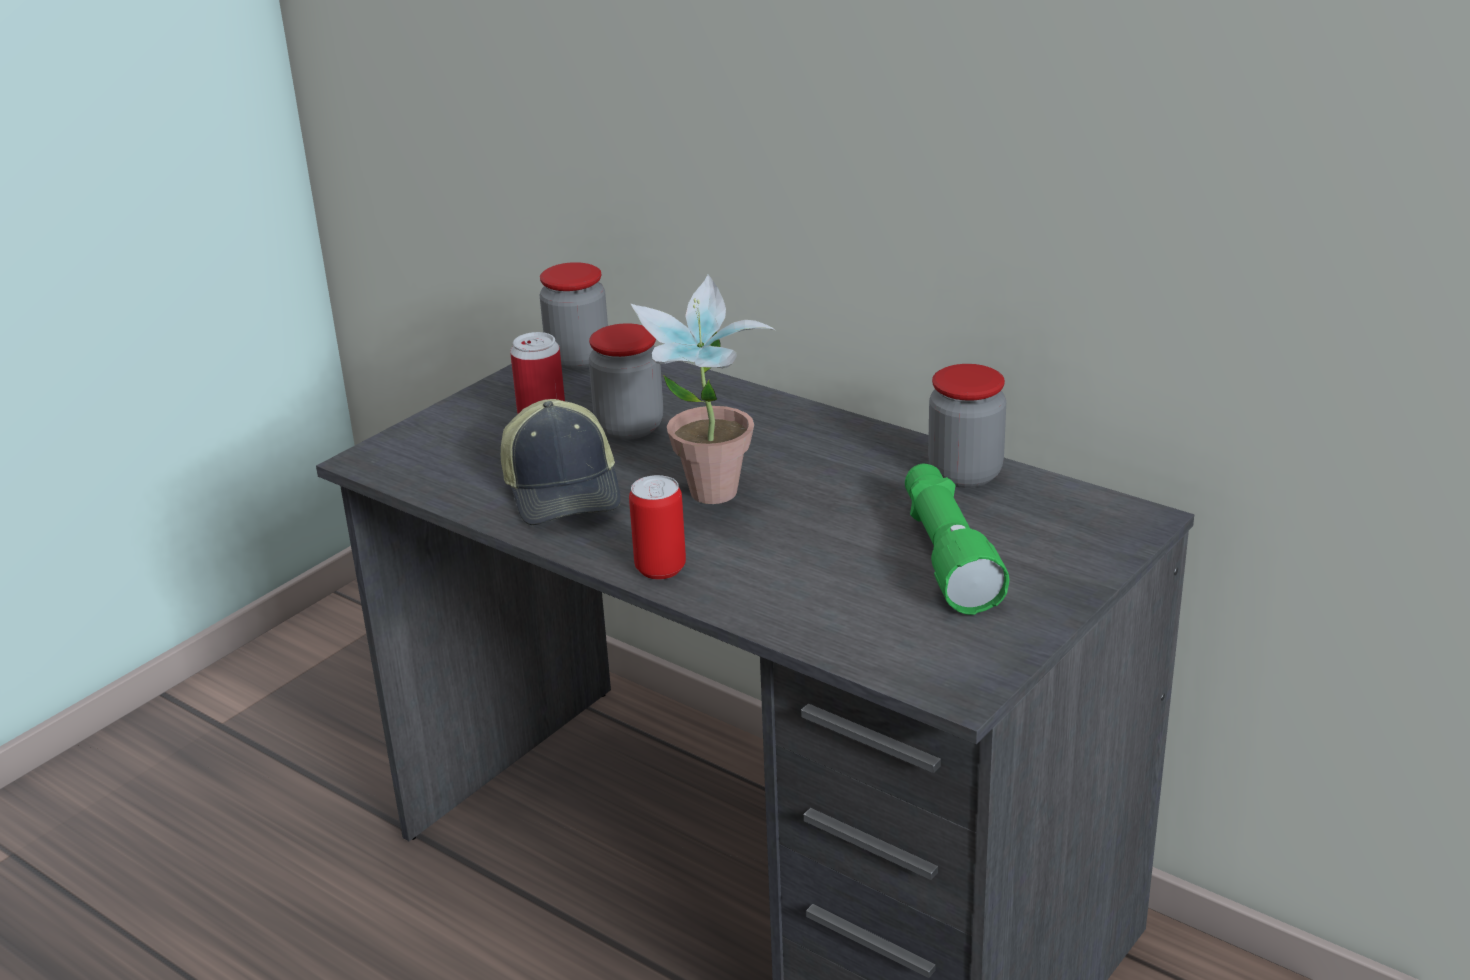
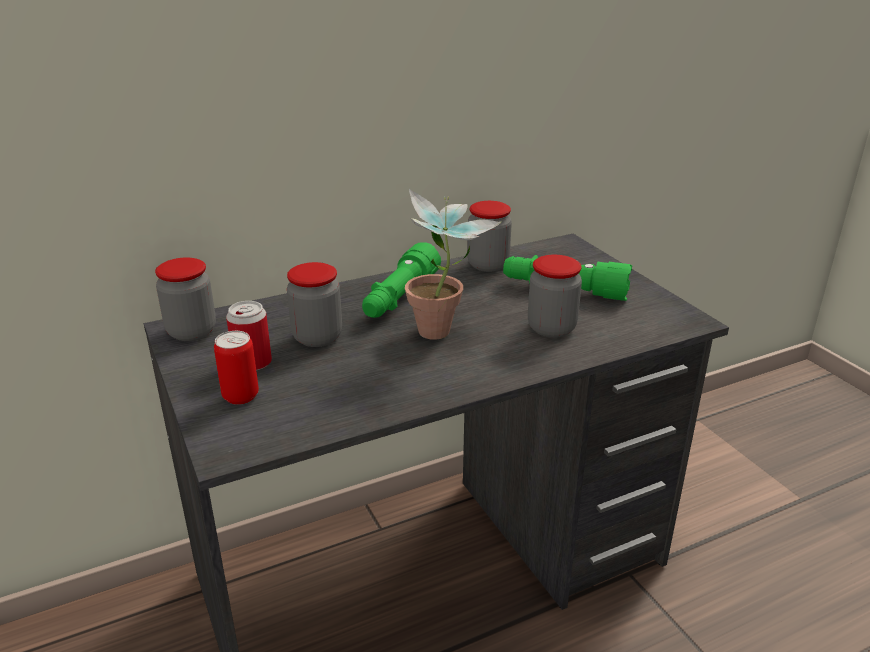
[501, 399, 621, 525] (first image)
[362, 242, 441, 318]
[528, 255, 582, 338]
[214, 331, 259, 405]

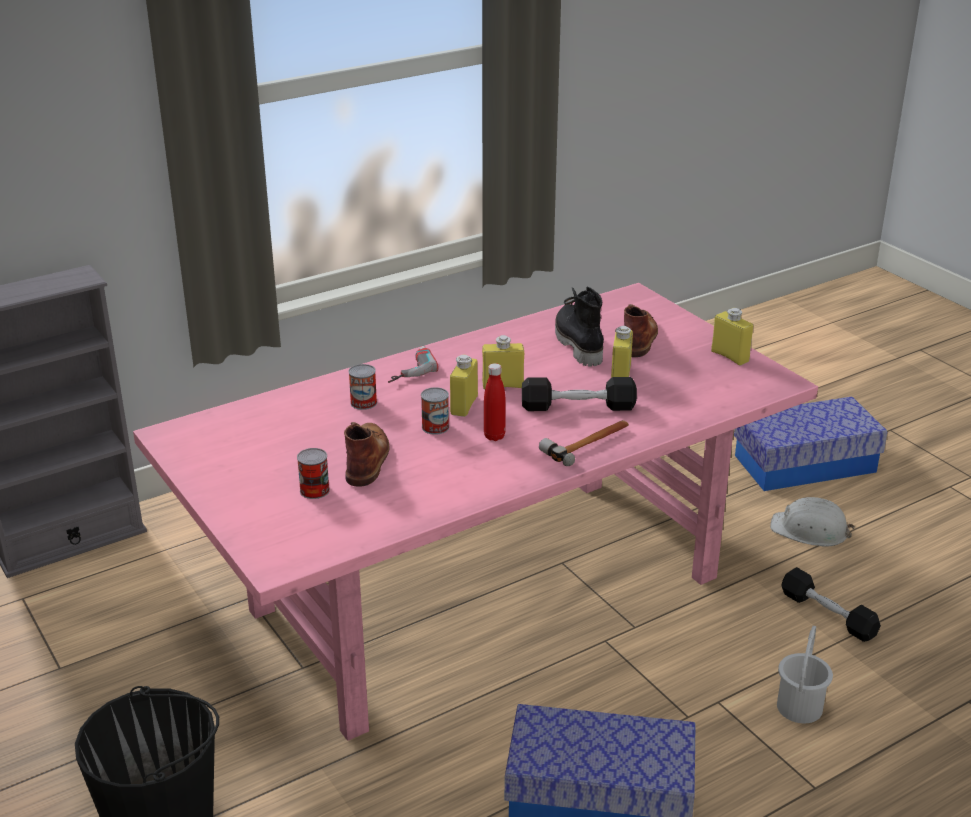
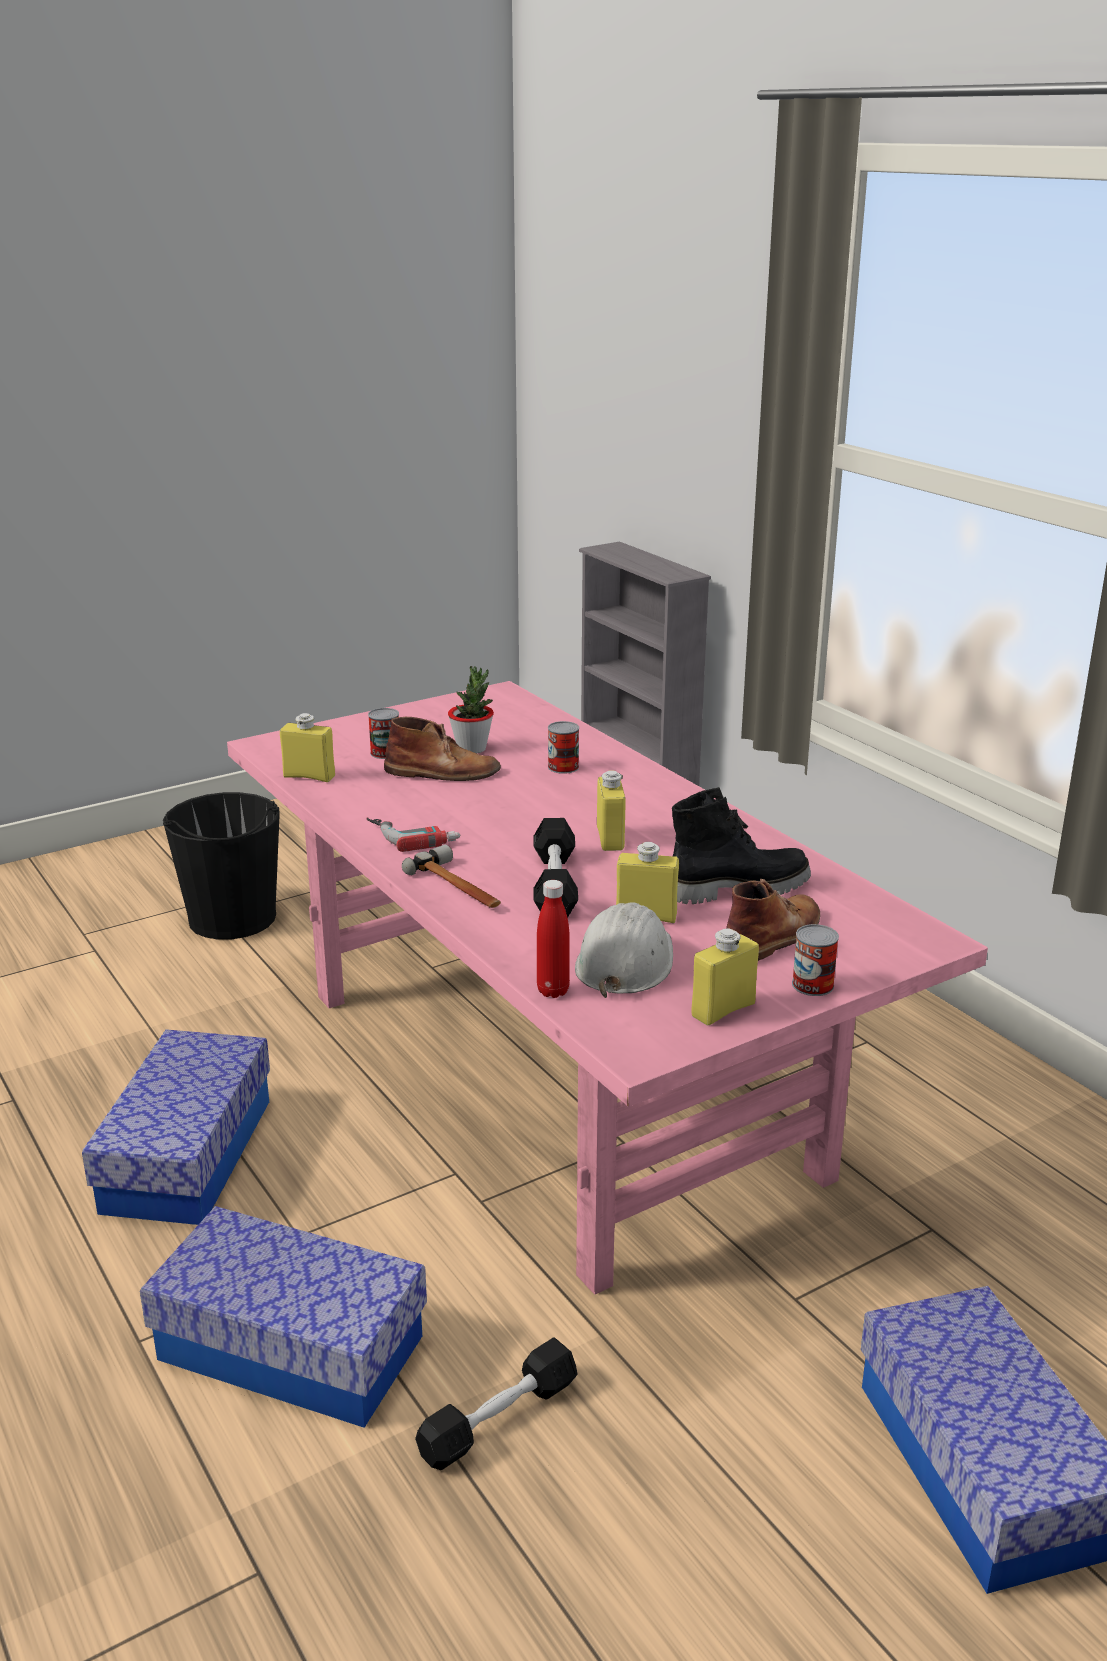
[448, 666, 494, 753]
[366, 817, 461, 852]
[792, 924, 839, 996]
[280, 713, 335, 782]
[537, 880, 570, 998]
[575, 902, 673, 998]
[140, 1206, 427, 1428]
[726, 879, 820, 961]

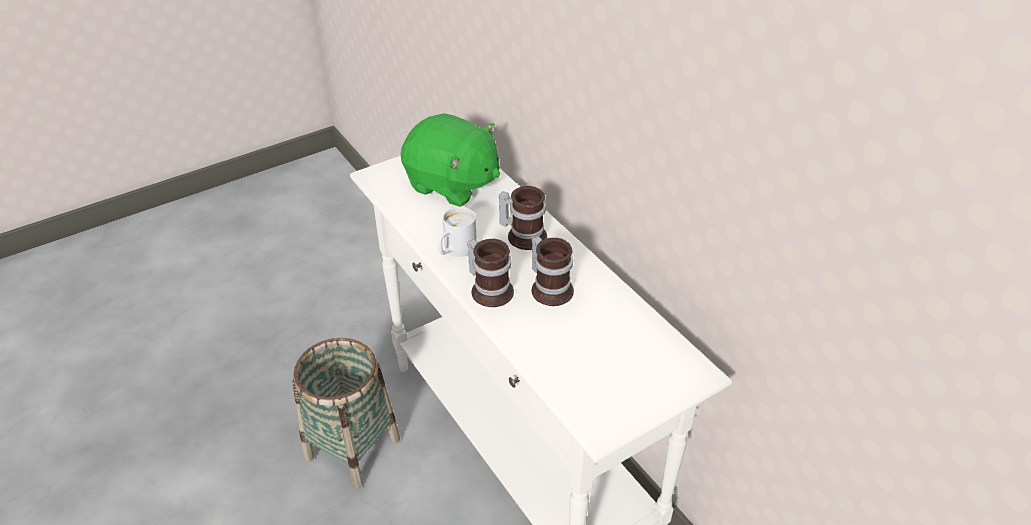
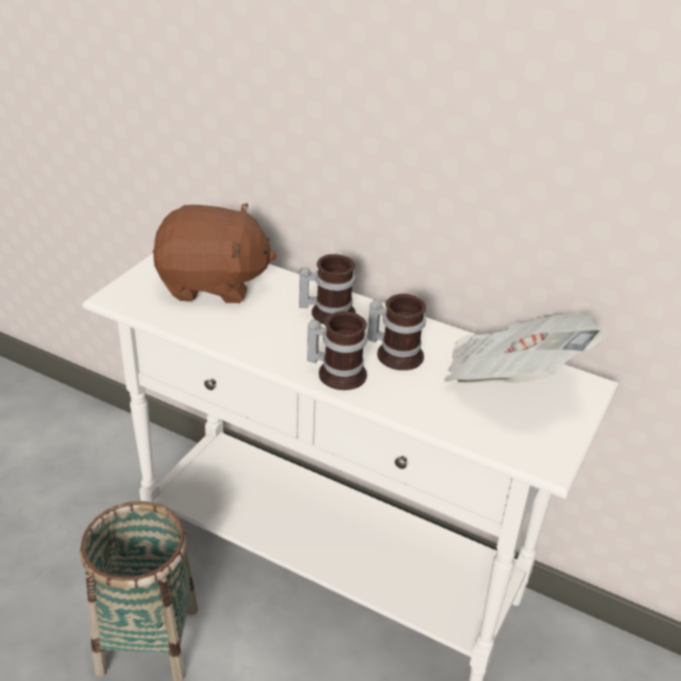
[438, 207, 477, 257] (first image)
[444, 314, 603, 384]
[153, 203, 277, 303]

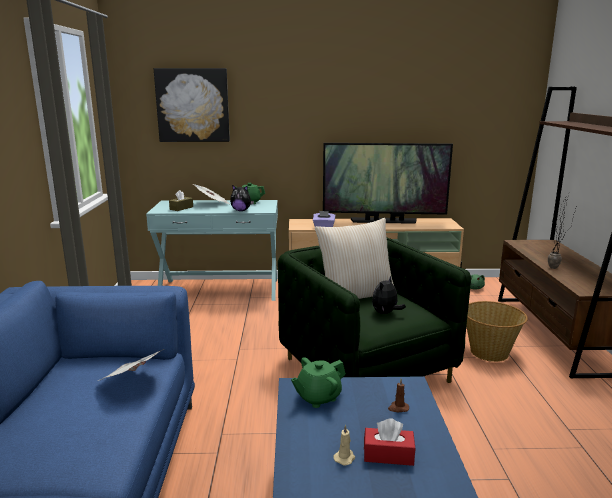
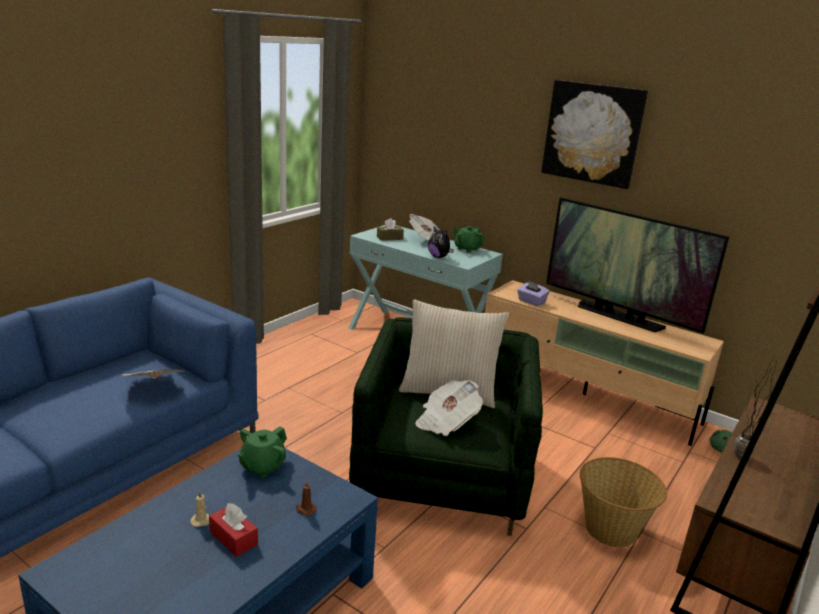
[541, 80, 648, 189]
[415, 380, 483, 436]
[238, 426, 287, 478]

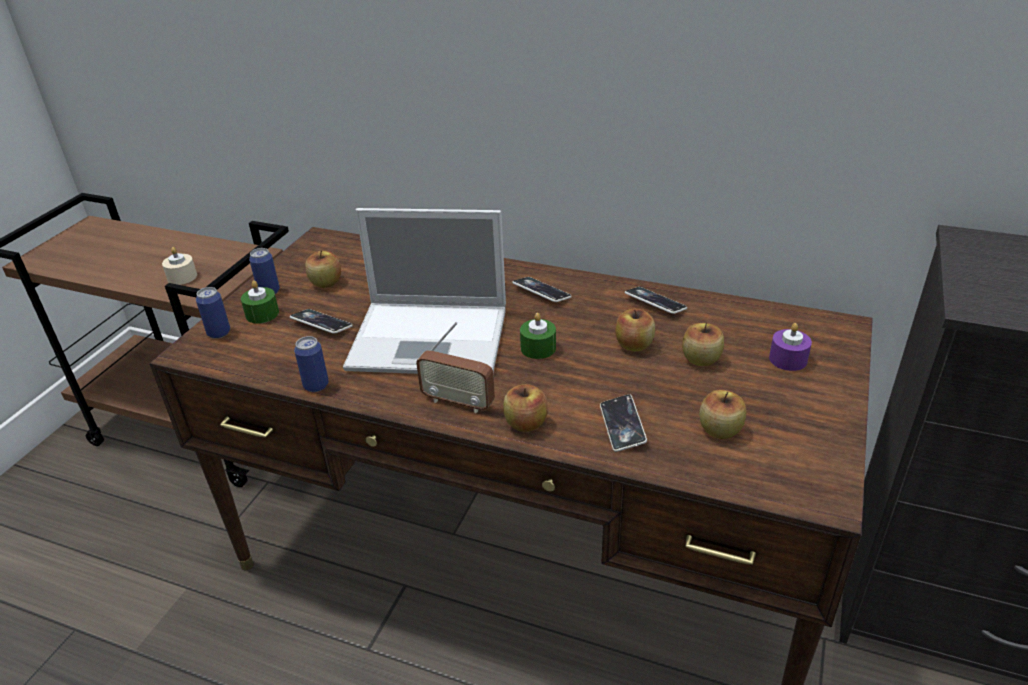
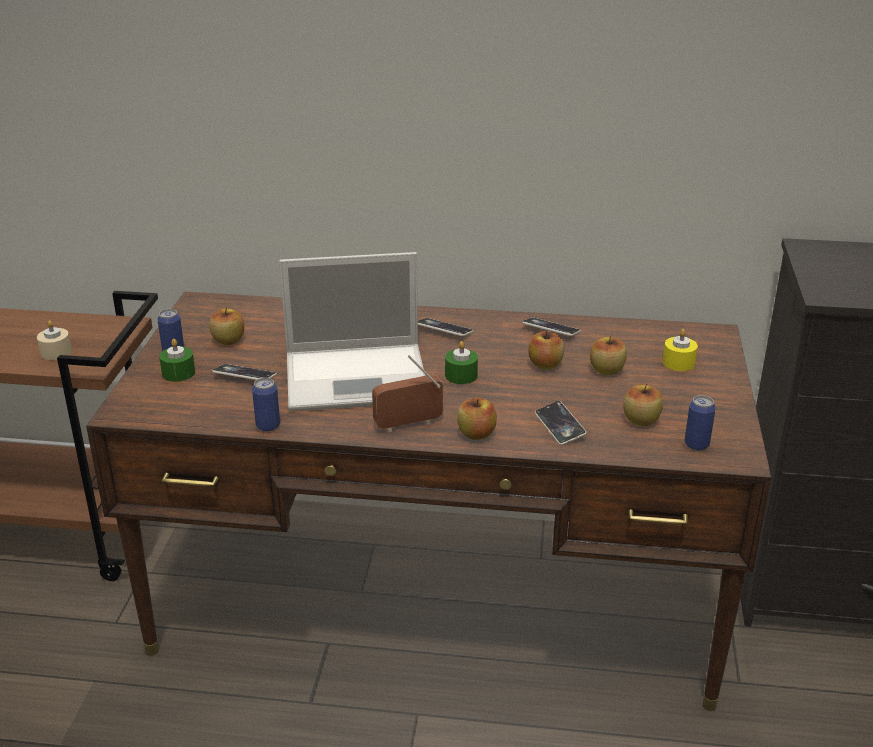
[685, 395, 716, 450]
[663, 329, 698, 371]
[372, 355, 443, 432]

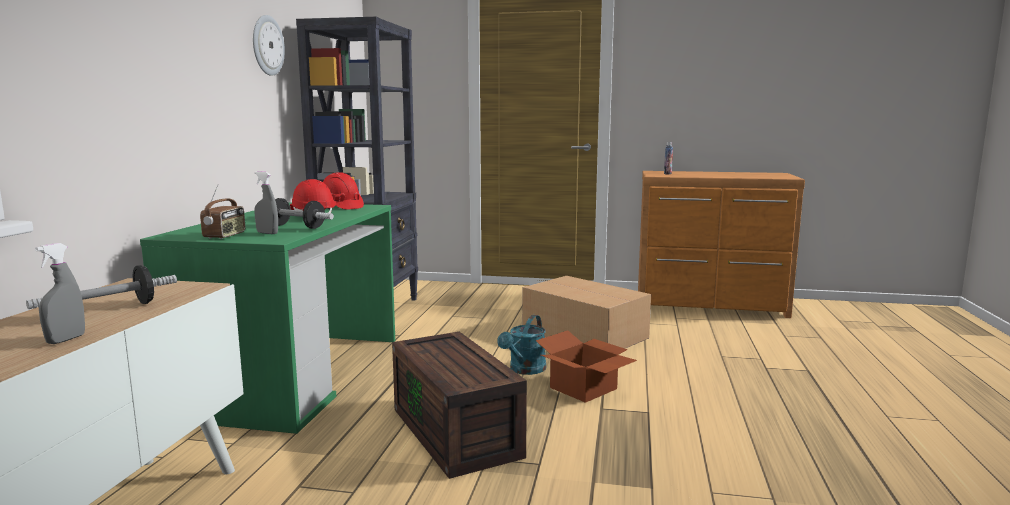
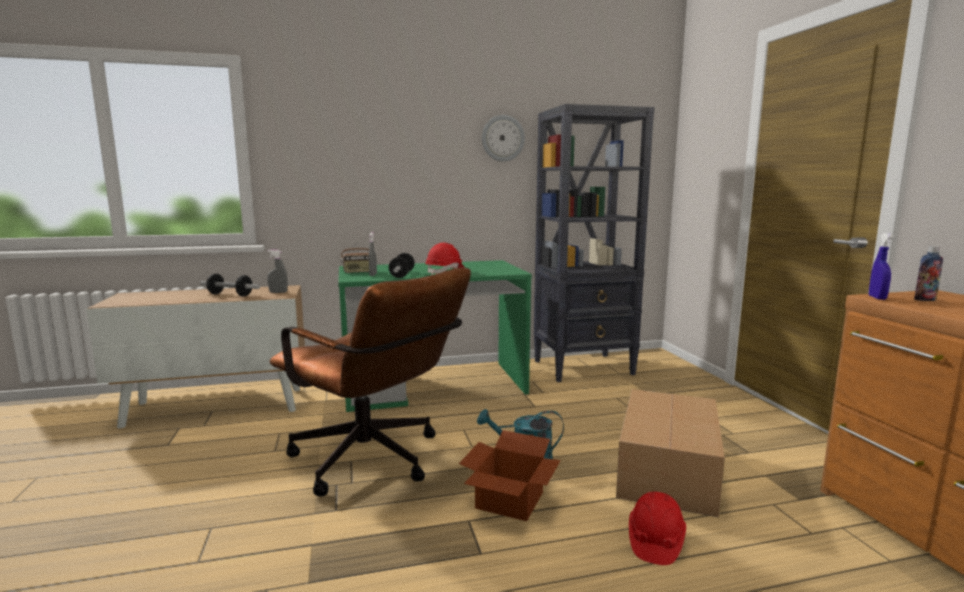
[869, 233, 894, 300]
[267, 250, 288, 293]
[629, 492, 686, 565]
[269, 268, 471, 497]

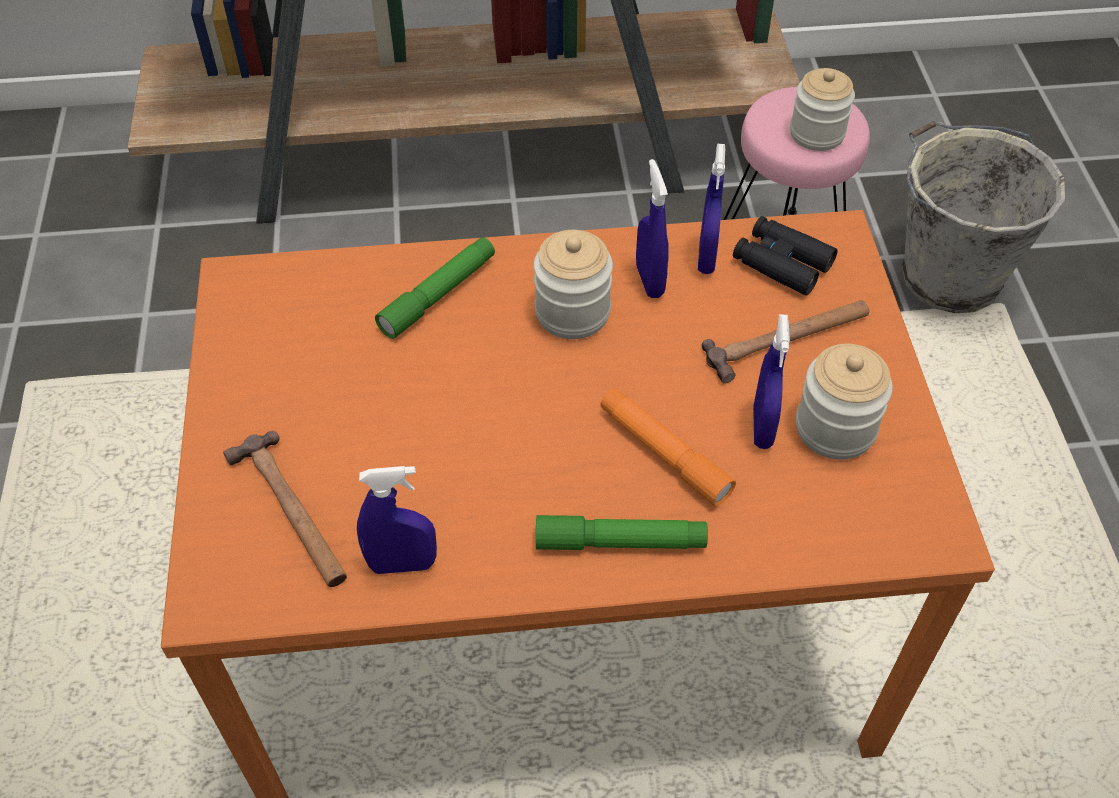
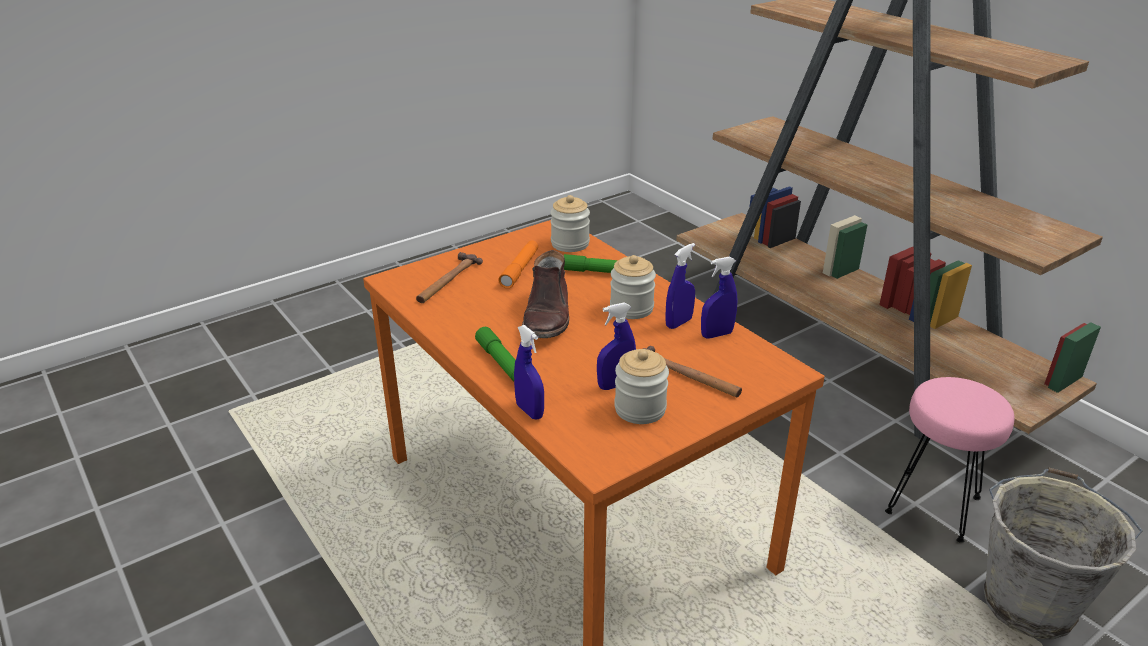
[733, 216, 838, 296] (first image)
[522, 250, 569, 338]
[514, 325, 544, 420]
[498, 240, 538, 289]
[550, 195, 590, 252]

